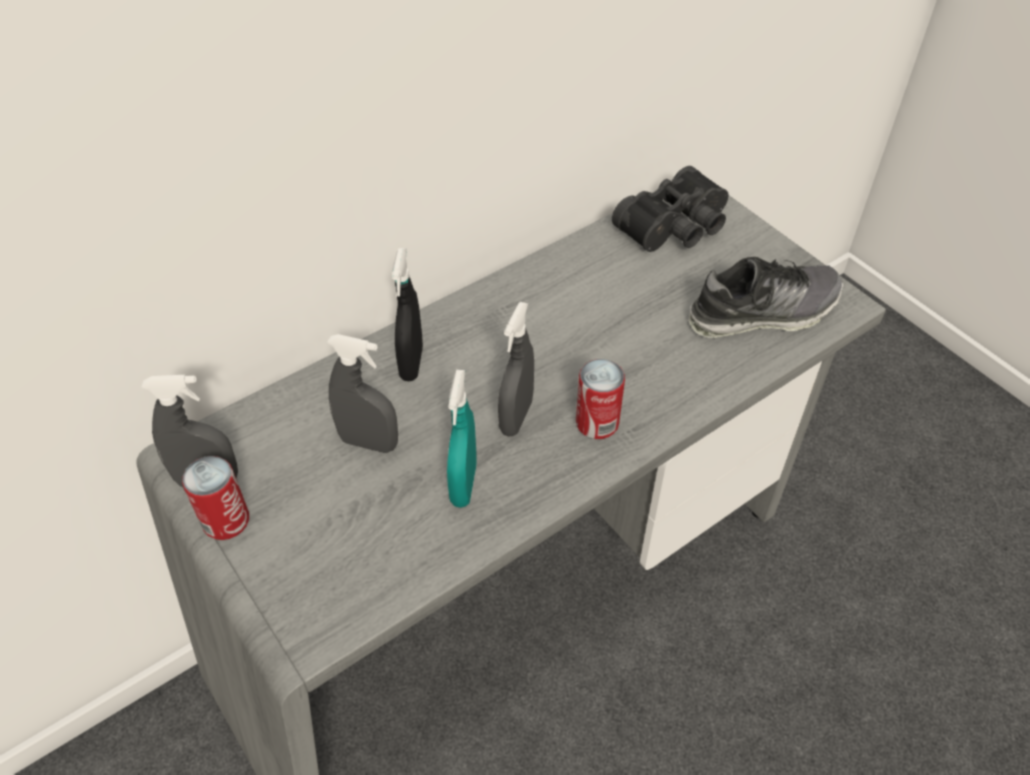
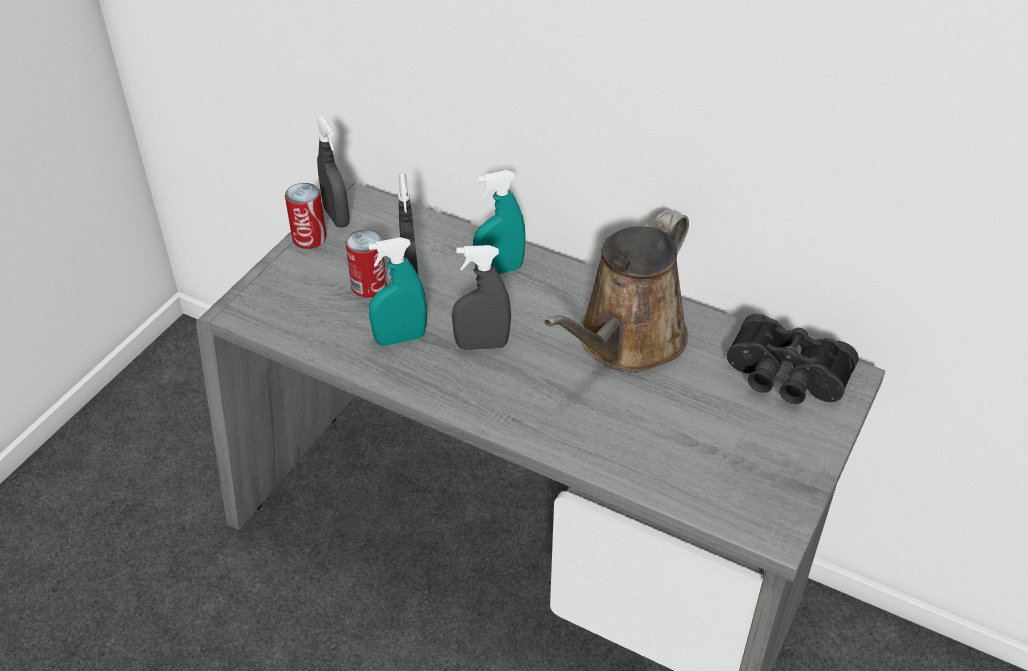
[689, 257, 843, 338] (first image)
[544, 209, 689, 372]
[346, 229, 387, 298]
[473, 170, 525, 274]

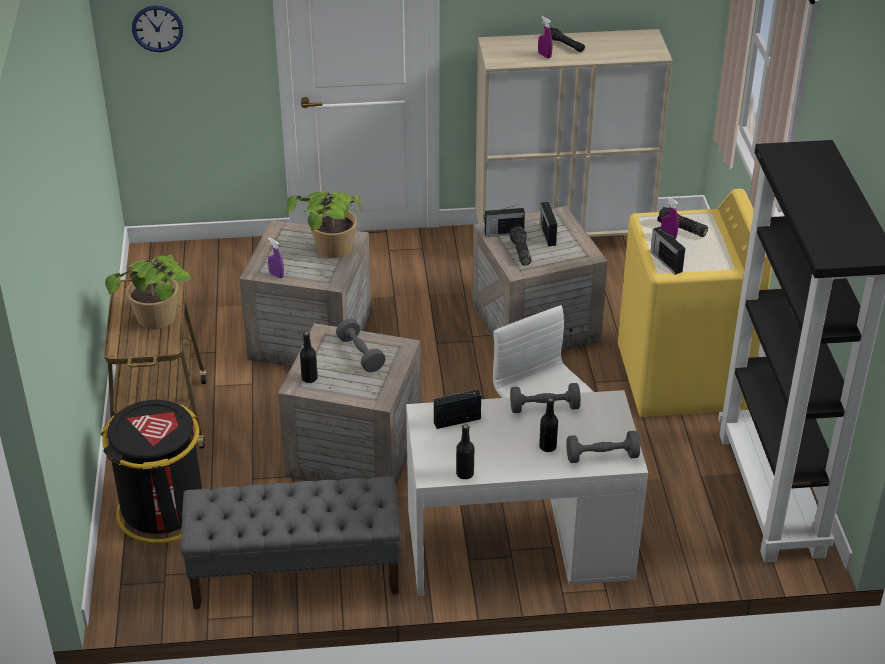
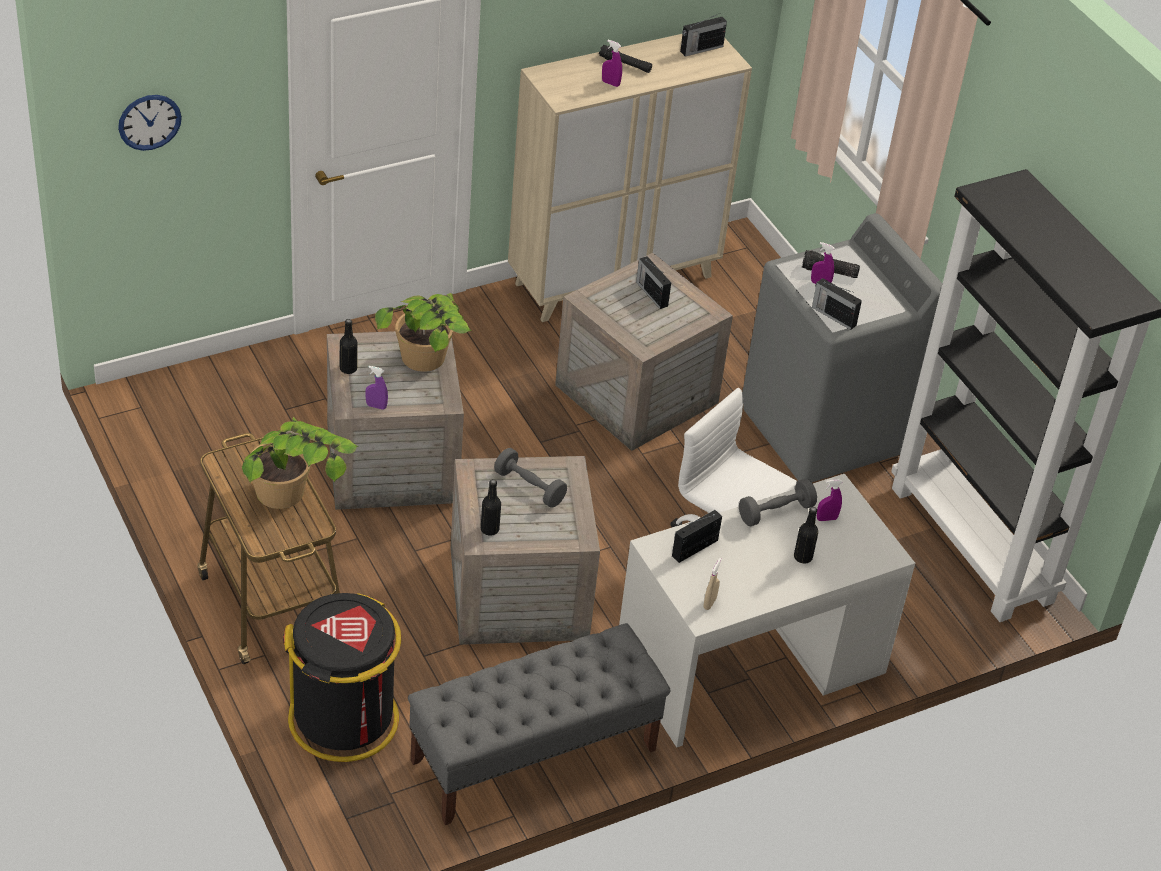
[510, 226, 531, 266] (first image)
[566, 431, 640, 463] (first image)
[703, 558, 721, 610]
[817, 479, 843, 521]
[340, 319, 358, 374]
[680, 13, 727, 56]
[742, 213, 943, 482]

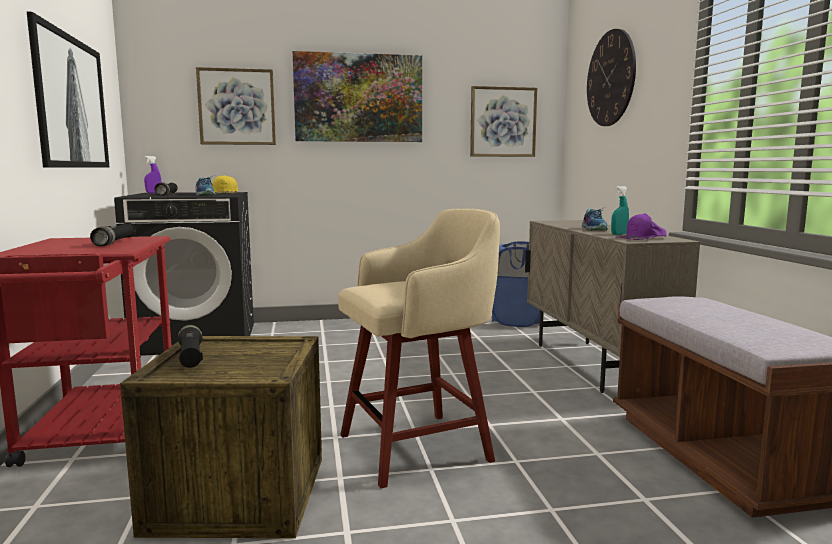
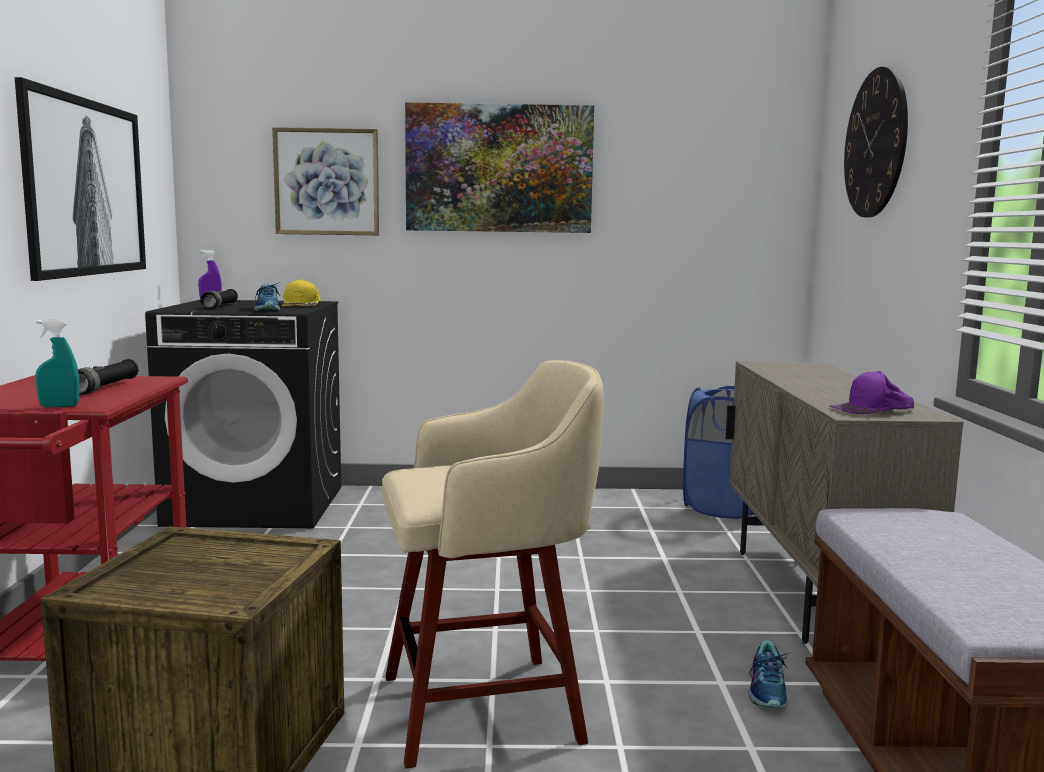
[178, 325, 203, 368] (first image)
[470, 86, 537, 157] (first image)
[748, 640, 788, 708]
[35, 319, 80, 407]

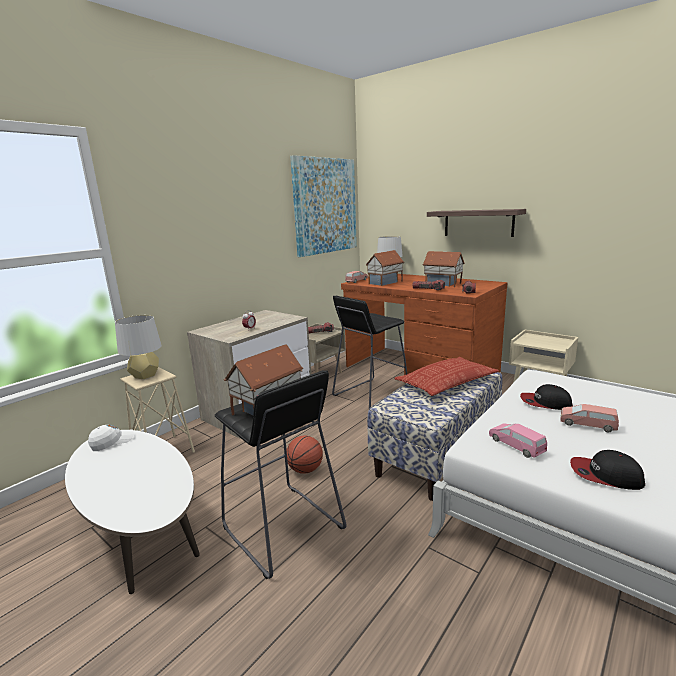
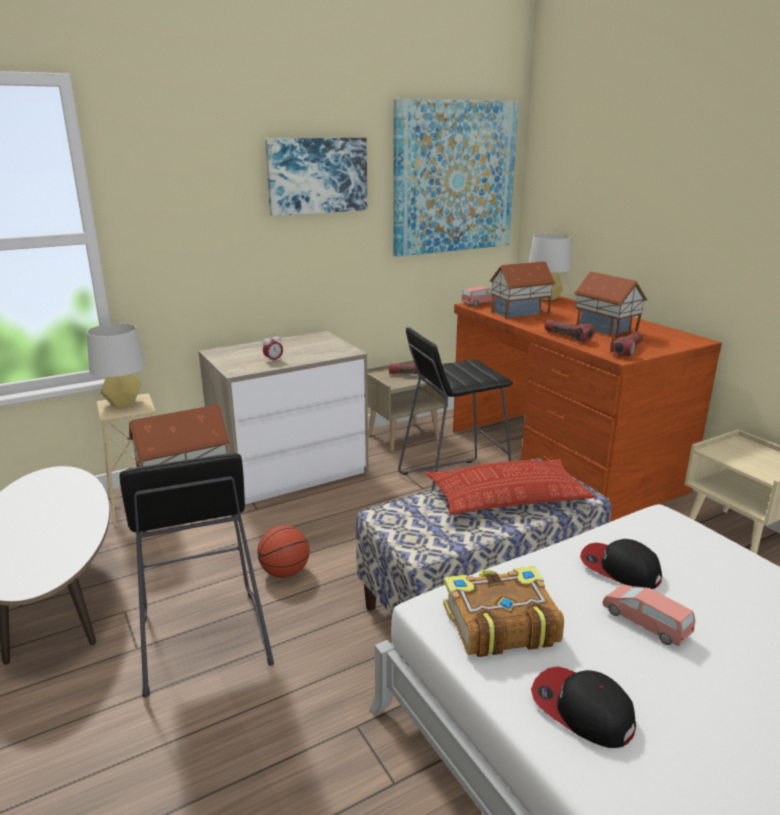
[88, 424, 134, 451] (first image)
[427, 209, 526, 237] (first image)
[265, 138, 367, 216]
[443, 566, 564, 657]

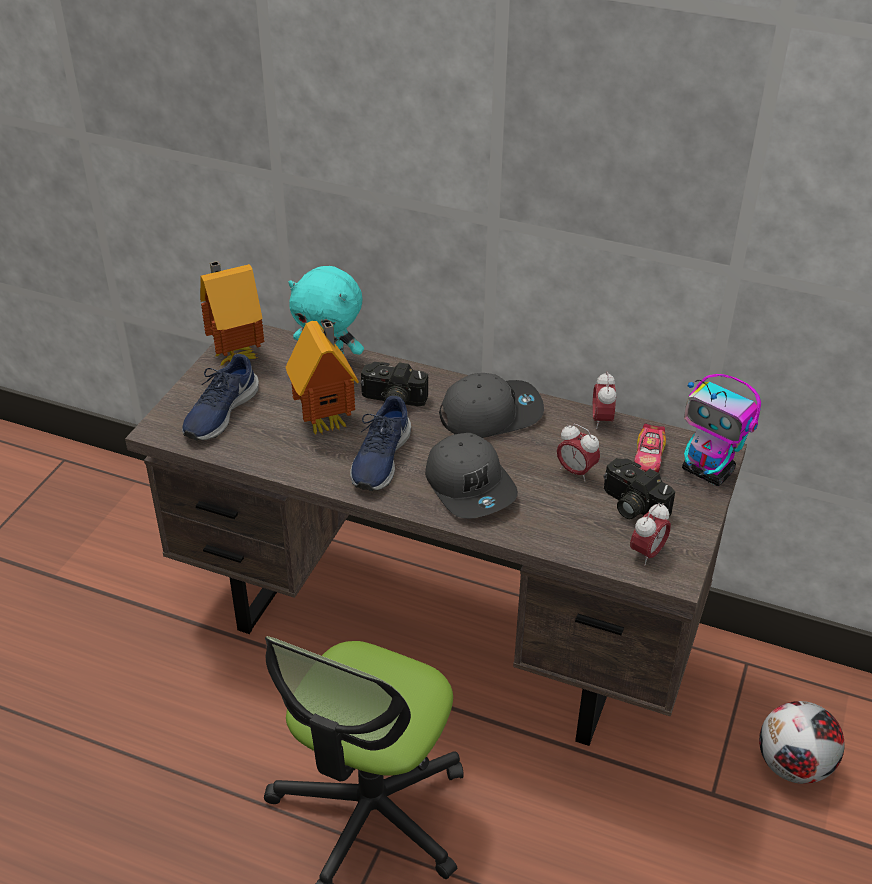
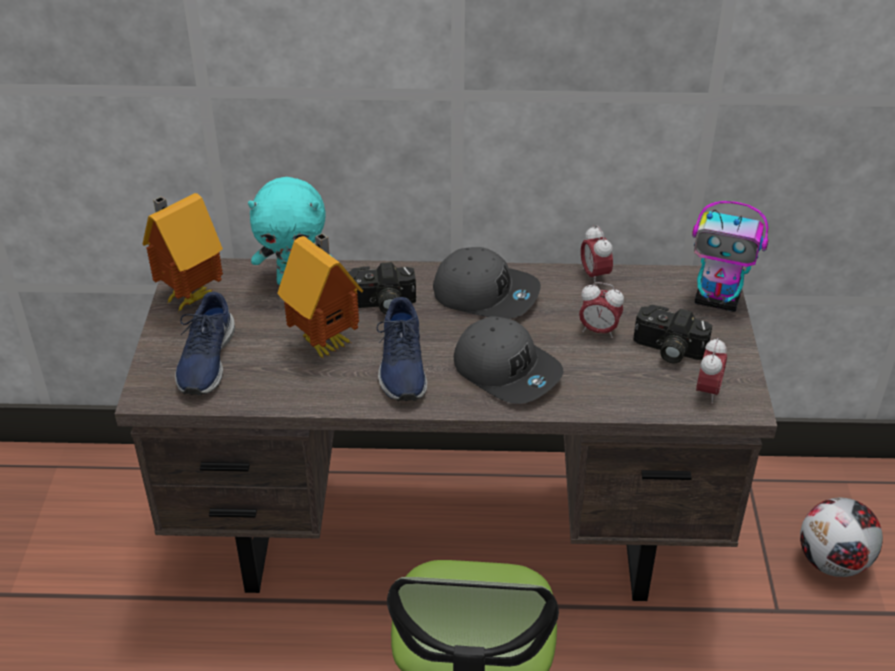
[634, 423, 666, 473] (first image)
[433, 247, 541, 319]

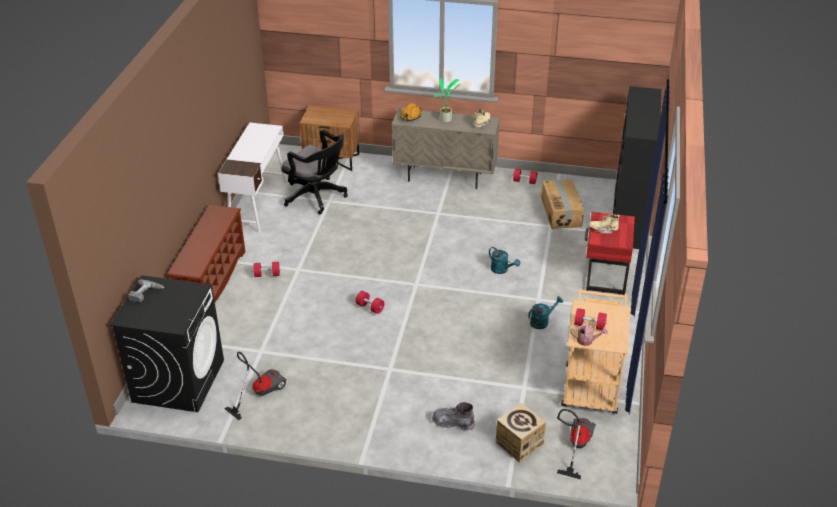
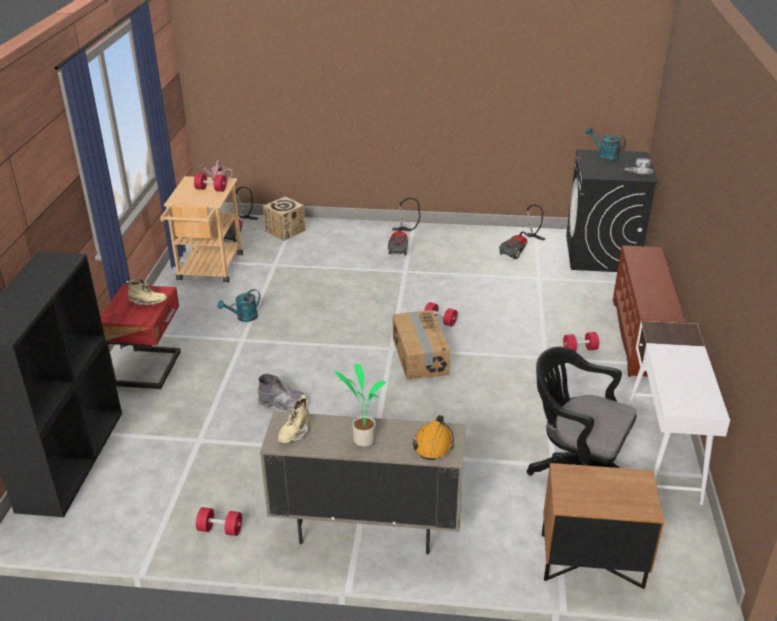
[388, 198, 420, 255]
[258, 374, 306, 412]
[586, 127, 626, 161]
[393, 310, 450, 380]

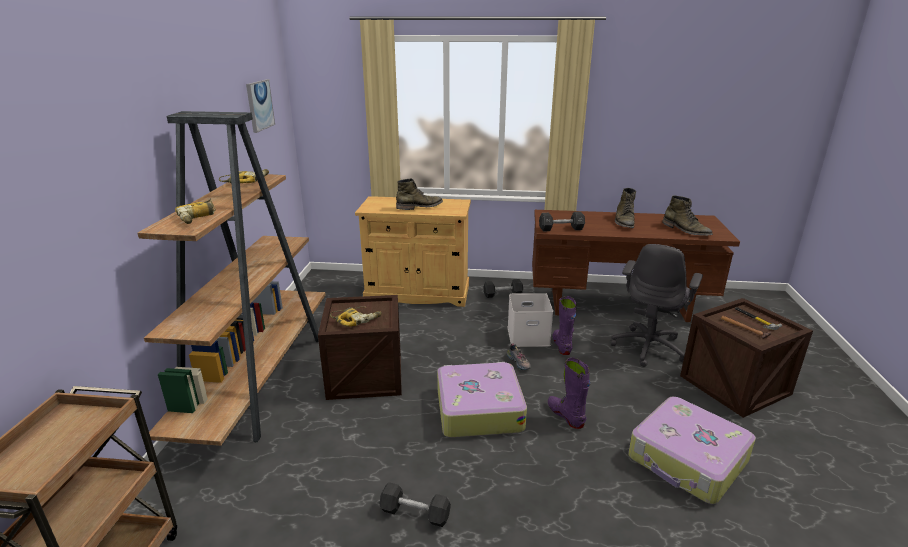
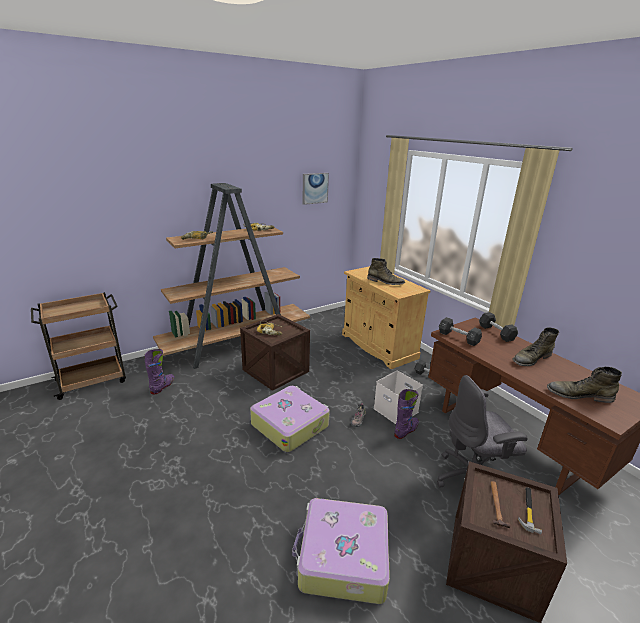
[479, 312, 518, 342]
[144, 349, 174, 394]
[547, 367, 622, 403]

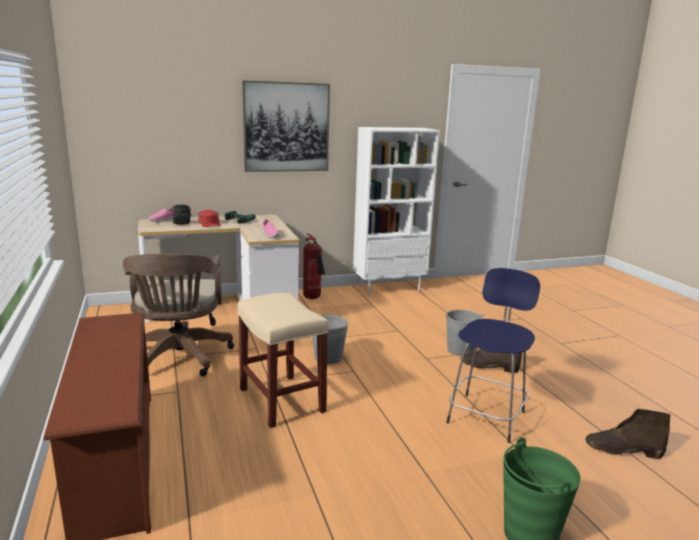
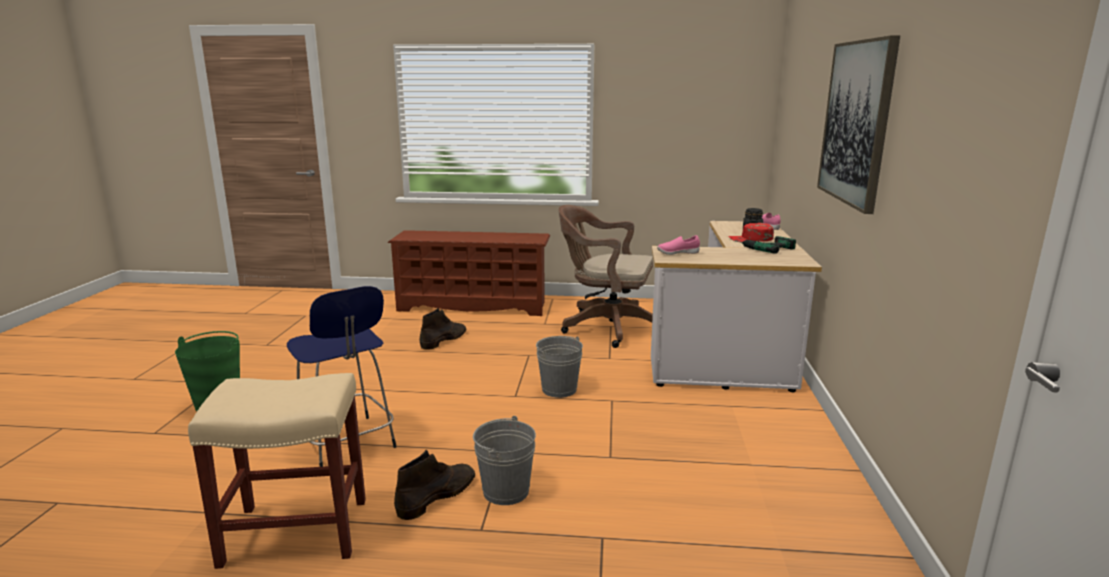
[303, 233, 325, 299] (first image)
[353, 127, 440, 296] (first image)
[188, 373, 366, 569]
[419, 308, 466, 350]

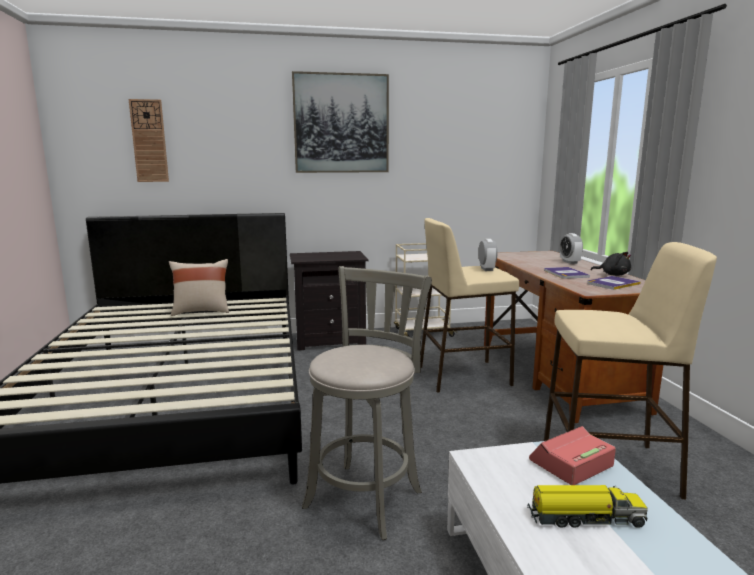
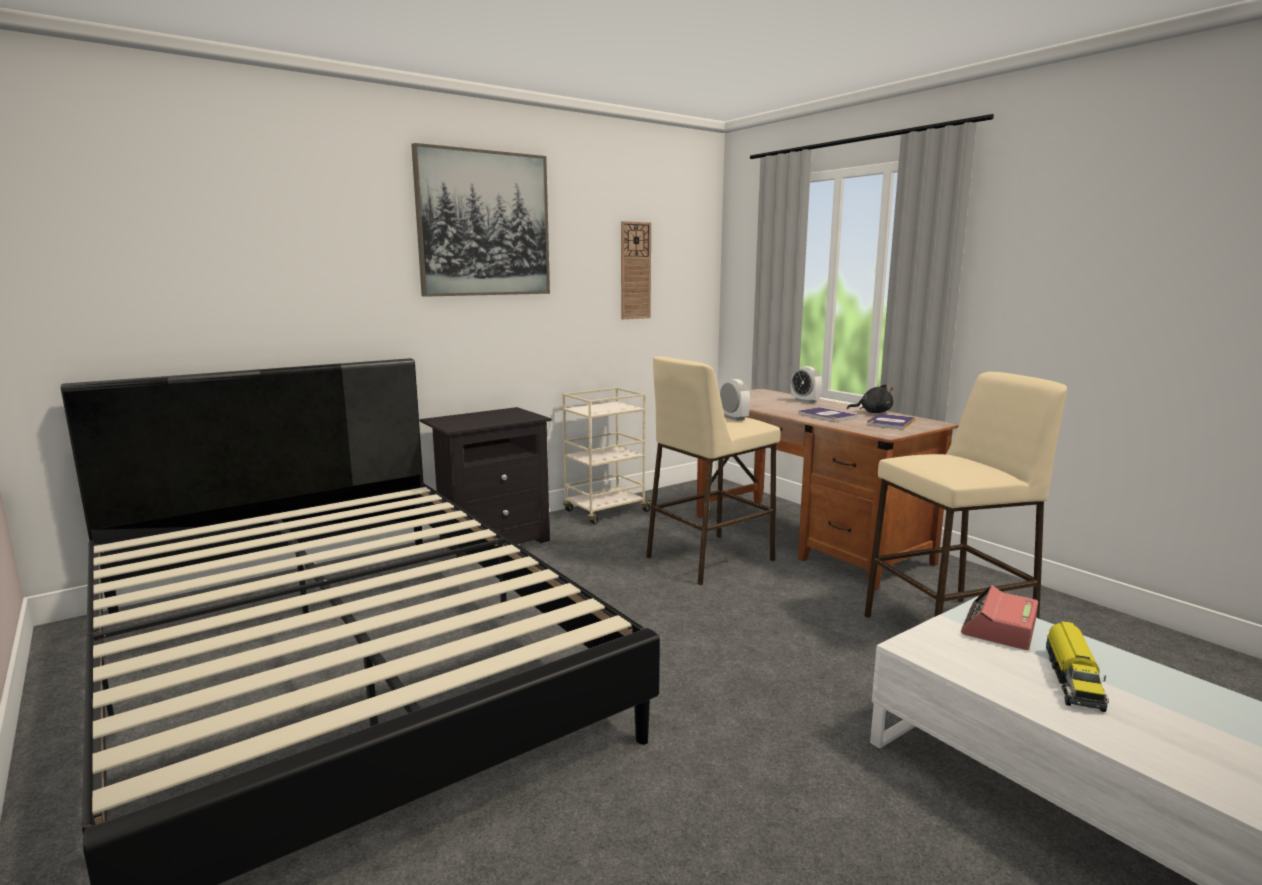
[169, 259, 229, 316] (first image)
[302, 266, 432, 540] (first image)
[621, 221, 651, 319]
[1046, 621, 1109, 712]

